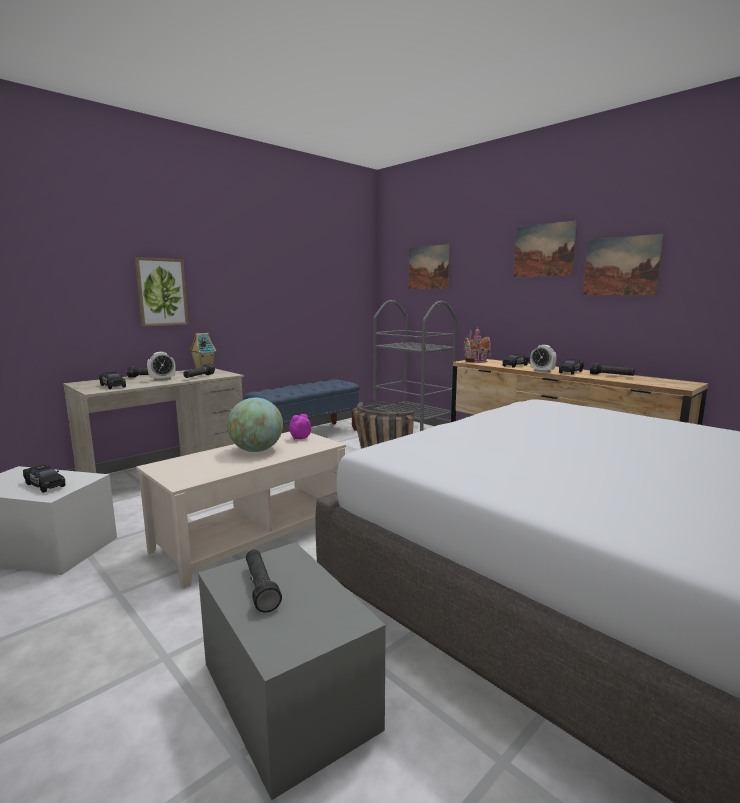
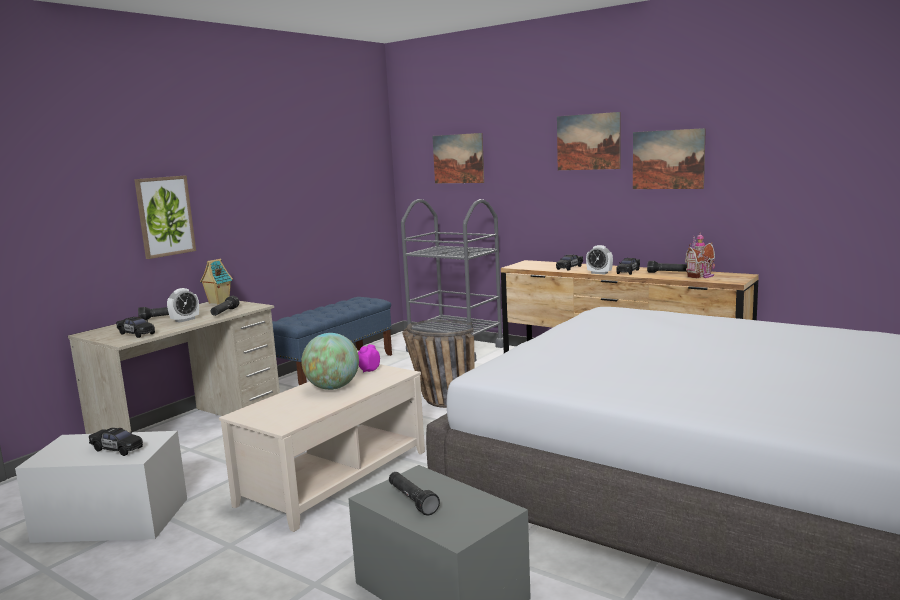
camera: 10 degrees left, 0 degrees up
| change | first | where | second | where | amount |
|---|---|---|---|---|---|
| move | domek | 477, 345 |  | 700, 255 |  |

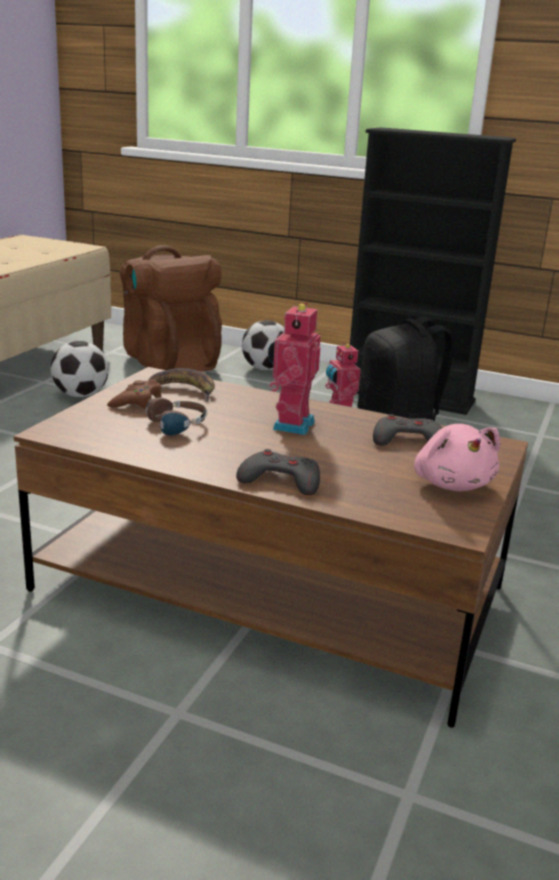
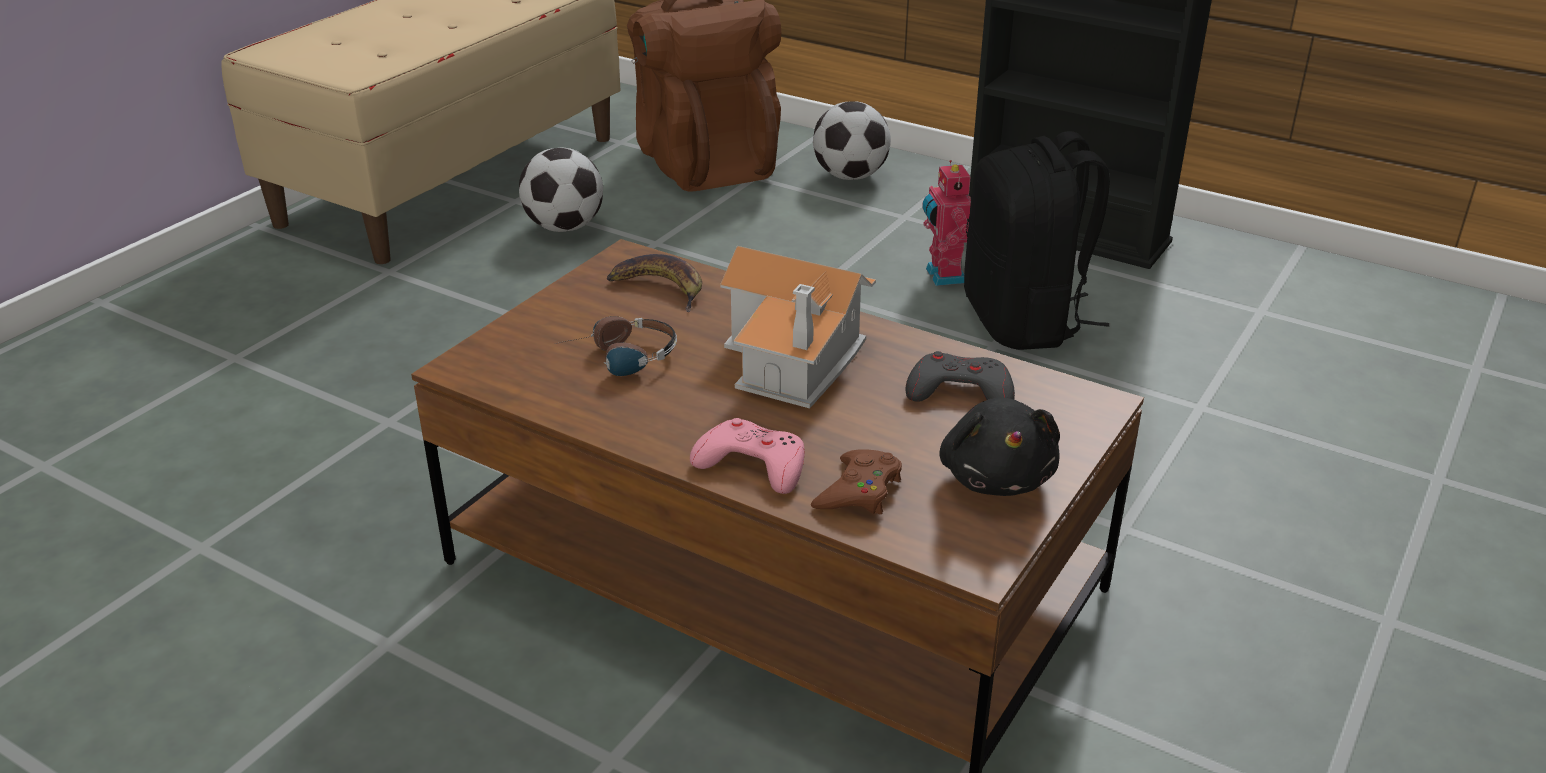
camera: 10 degrees right, 10 degrees up
| change | first | where | second | where | amount |
|---|---|---|---|---|---|
| move | pad do gier/brązowy | 134, 393 |  | 856, 481 |  |
| recolor | pad do gier/szary | 278, 472 | pad do gier/różowy | 747, 456 |  |
| replace | robot zabawkowy | 294, 368 | domek | 798, 327 |  |
| recolor | pluszak/różowy | 457, 457 | pluszak/czarny | 1000, 446 |  |

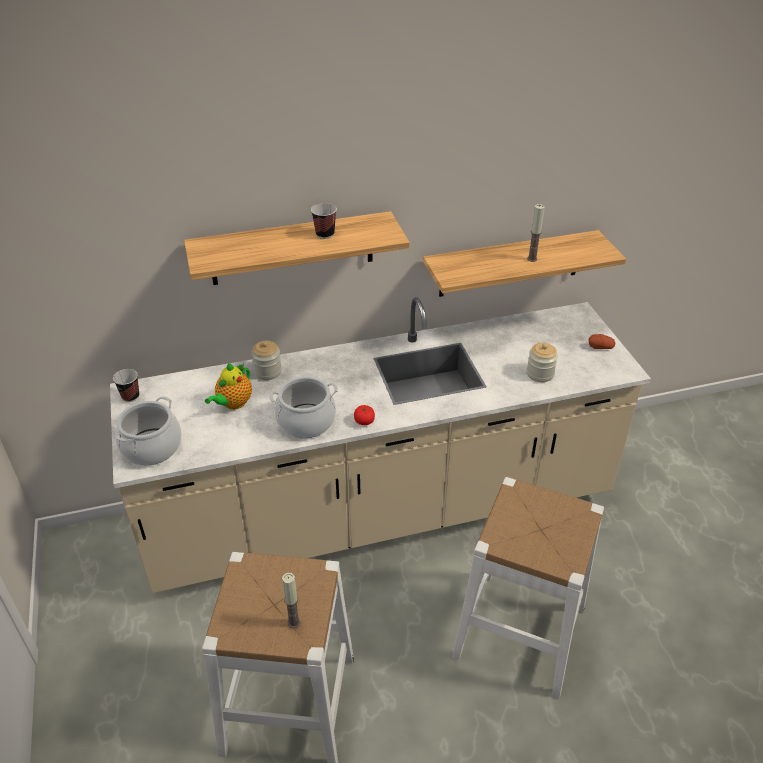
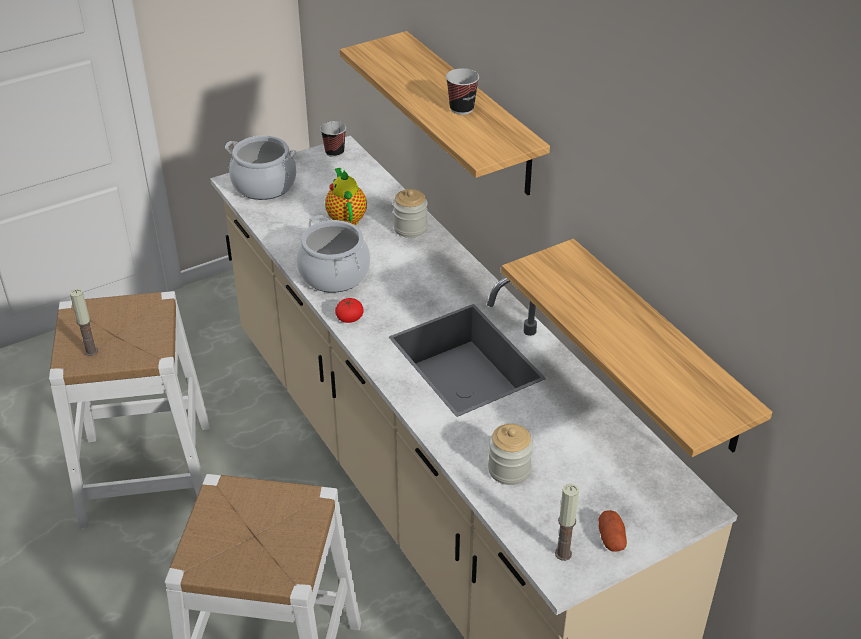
camera: 75 degrees right, 0 degrees up
| change | first | where | second | where | amount |
|---|---|---|---|---|---|
| rotate | imbryk | 228, 386 |  | 346, 196 | 60 degrees clockwise |
| move | świeca | 536, 233 |  | 567, 522 |  |

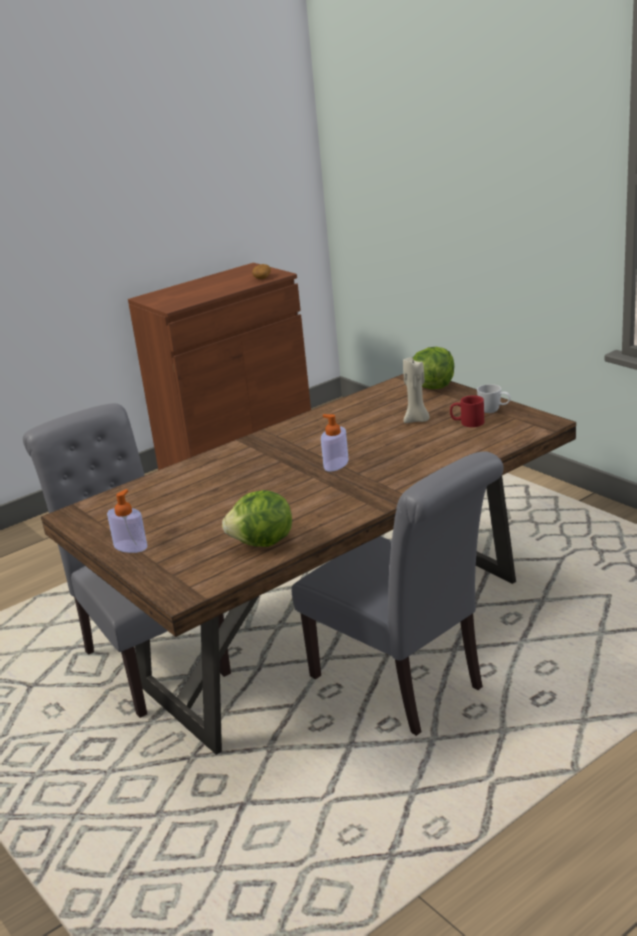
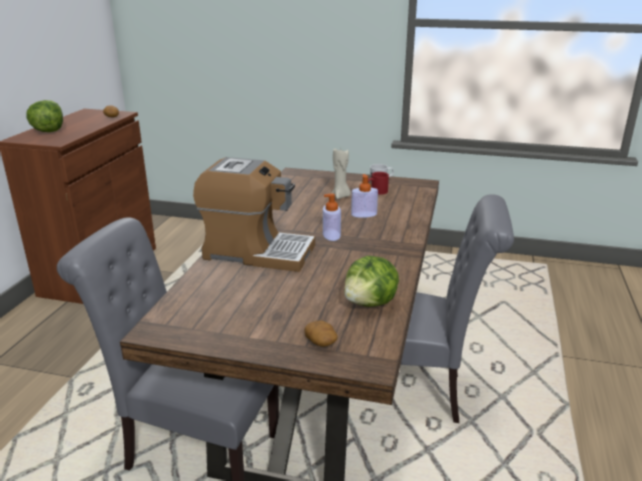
camera: 40 degrees left, 0 degrees up
| change | first | where | second | where | amount |
|---|---|---|---|---|---|
| move | dozownik mydła | 127, 521 |  | 364, 196 |  |
| move | sałata | 433, 368 |  | 44, 116 |  |
| insert |  |  | ekspres do kawy | 254, 214 |  |
| insert |  |  | ziemniak | 321, 333 |  |

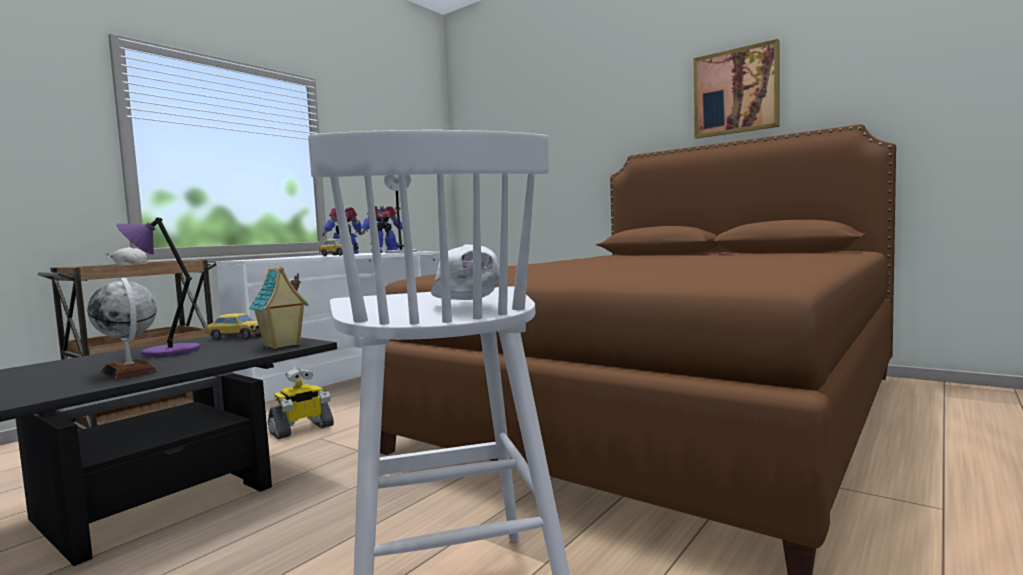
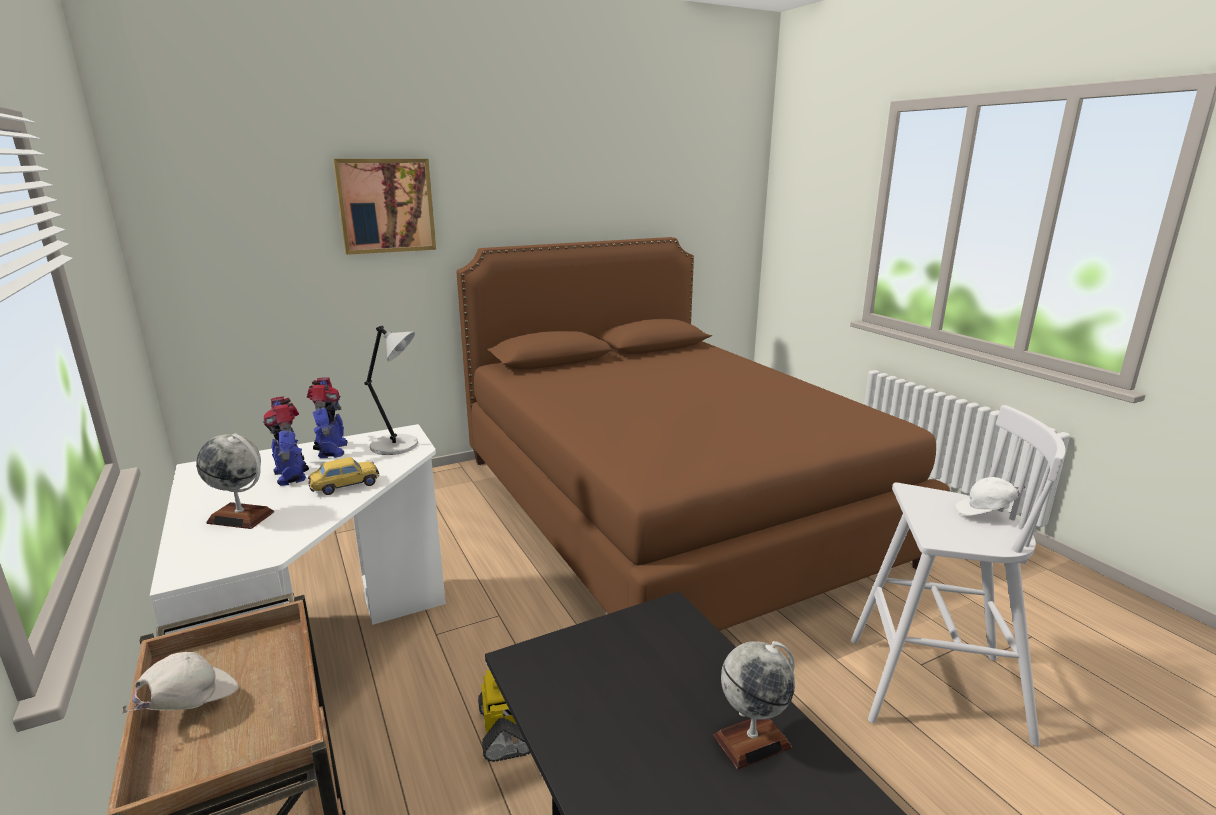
camera: 65 degrees left, 15 degrees up
| change | first | where | second | where | amount |
|---|---|---|---|---|---|
| delete | lampa stołowa/fioletowy | 158, 287 |  |  |  |
| delete | samochodzik | 233, 326 |  |  |  |
| delete | domek | 278, 308 |  |  |  |
| move | obraz | 736, 89 |  | 384, 207 |  |
| insert |  |  | globus | 235, 481 |  |

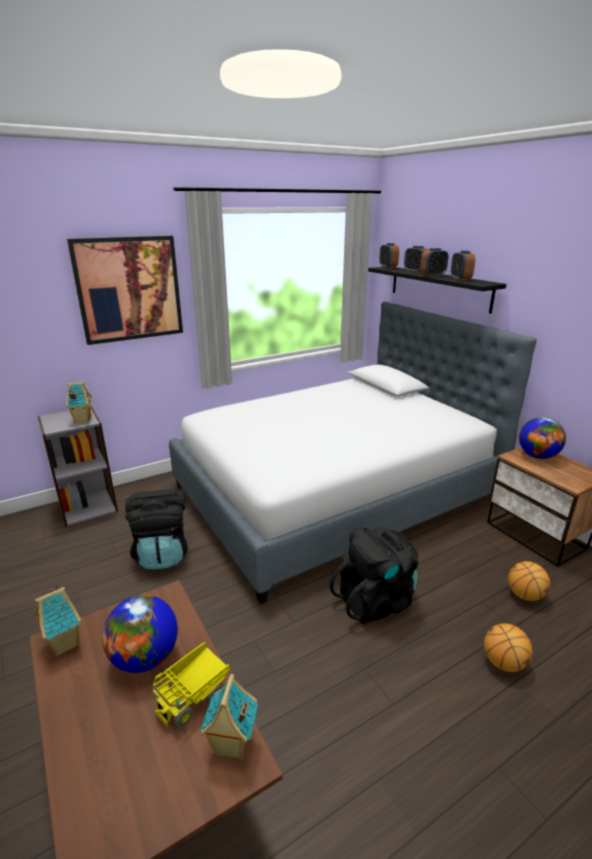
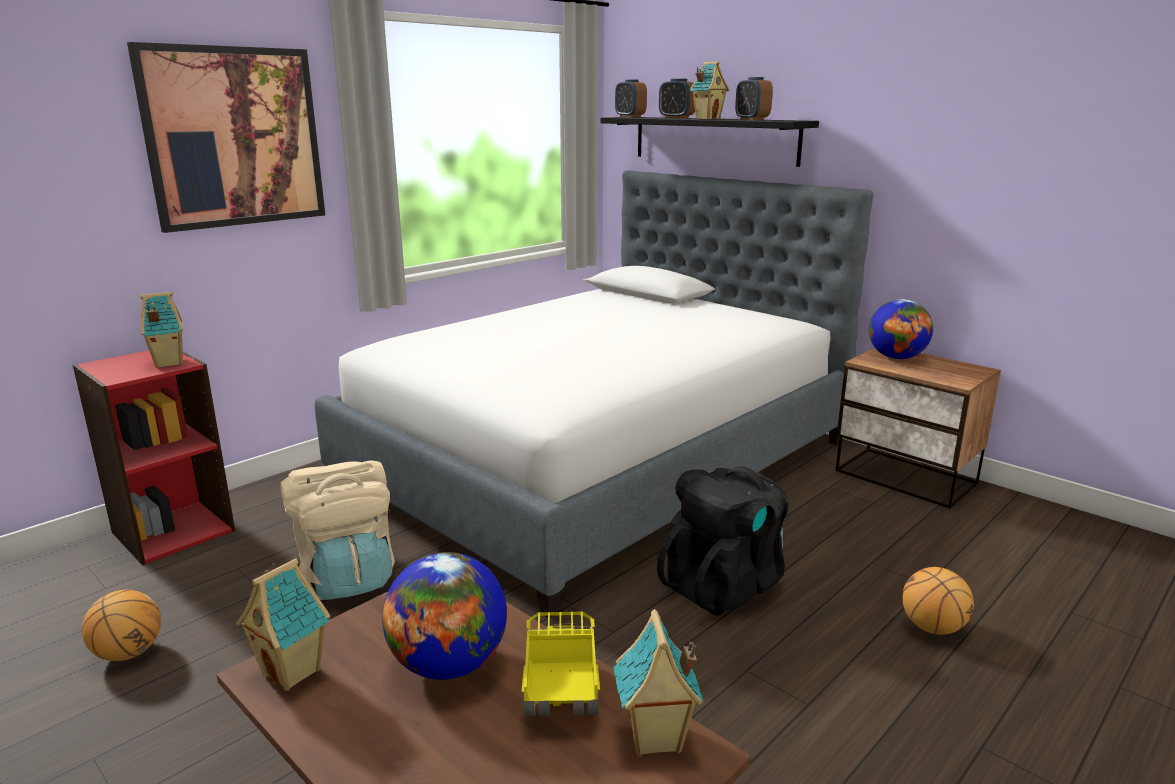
camera: 15 degrees left, 5 degrees down
| change | first | where | second | where | amount |
|---|---|---|---|---|---|
| recolor | regał/szary | 78, 466 | regał/czerwony | 154, 457 |  |
| recolor | plecak/czarny | 156, 530 | plecak/beżowy | 337, 530 |  |
| rotate | ciężarówka zabawkowa | 191, 684 |  | 560, 664 | 150 degrees clockwise |
| replace | budzik | 434, 262 | domek | 709, 90 |  |
| move | piłka do koszykówki | 529, 581 |  | 121, 625 |  |

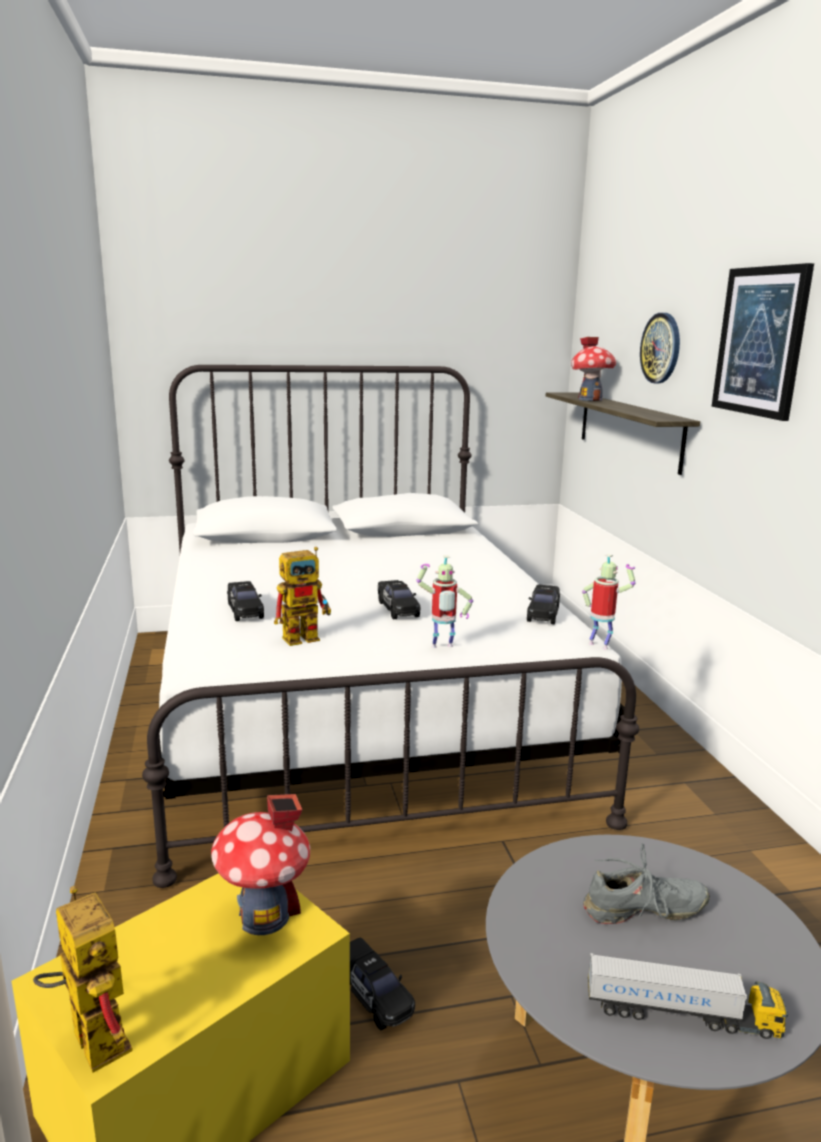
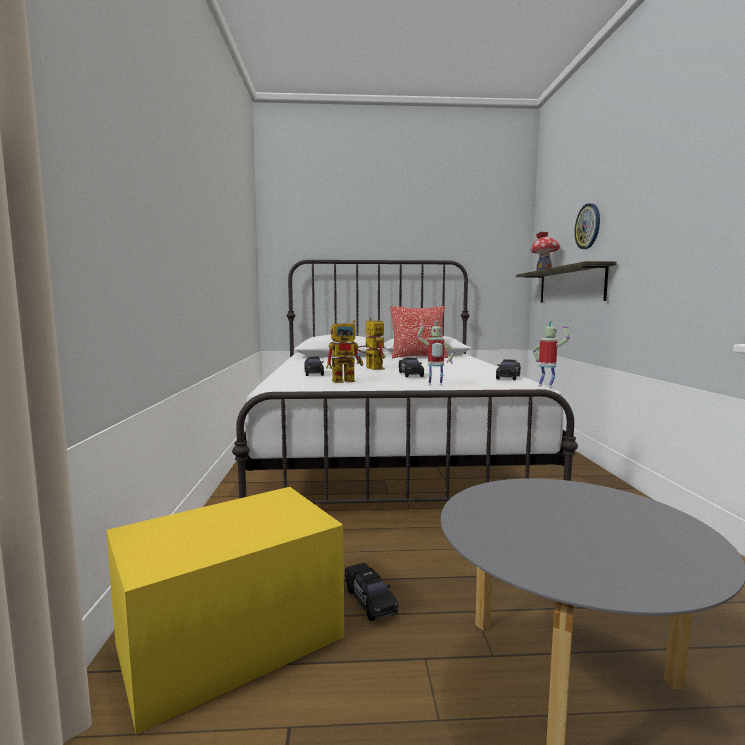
camera: 10 degrees right, 10 degrees down
| change | first | where | second | where | amount |
|---|---|---|---|---|---|
| move | robot zabawkowy | 83, 979 |  | 371, 344 |  |
| delete | domek | 260, 864 |  |  |  |
| delete | but/szary | 646, 884 |  |  |  |
| delete | ciężarówka zabawkowa | 688, 996 |  |  |  |
| delete | obraz | 763, 342 |  |  |  |
| insert |  |  | poduszka | 419, 332 |  |

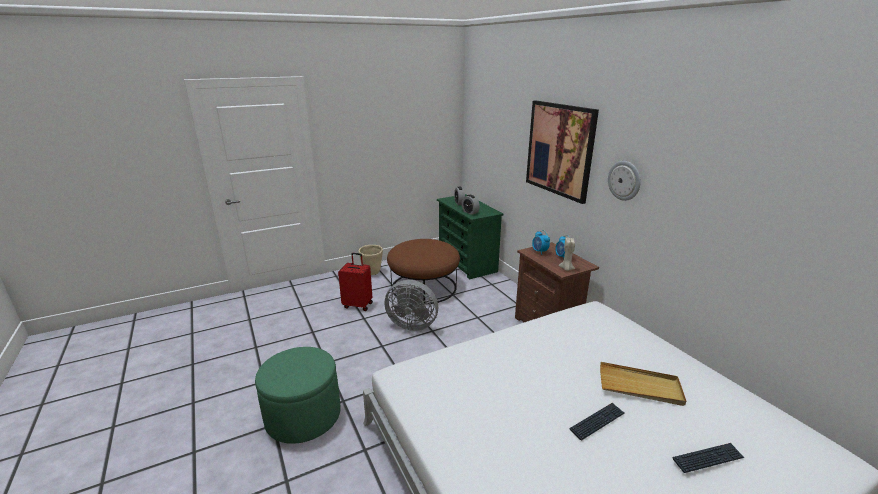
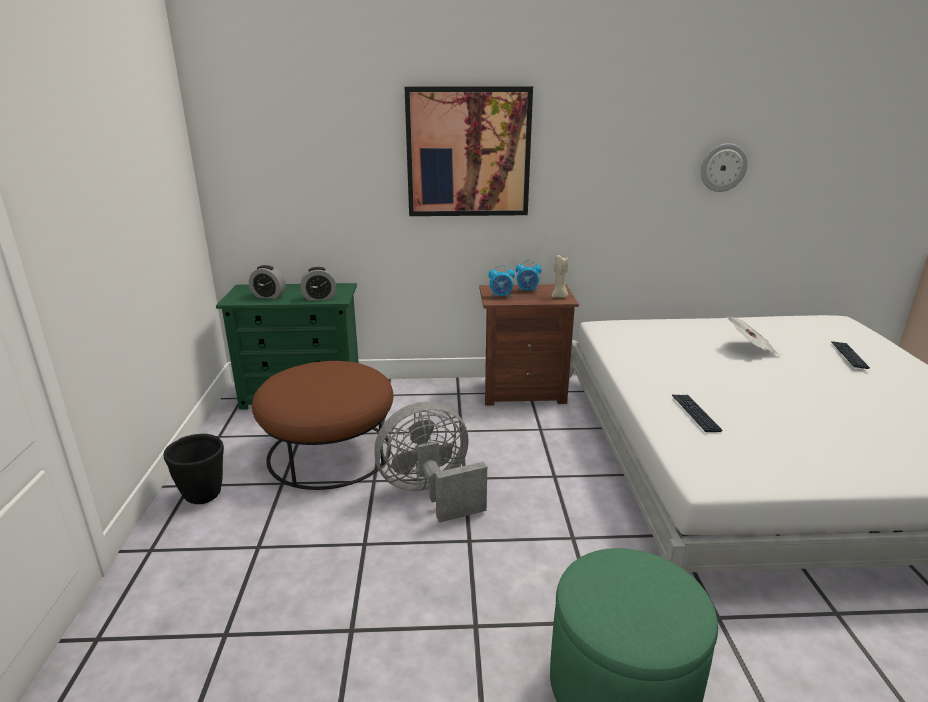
camera: 65 degrees left, 0 degrees up
| change | first | where | second | where | amount |
|---|---|---|---|---|---|
| delete | walizka/czerwony | 355, 282 |  |  |  |
| recolor | donica/beżowy | 371, 260 | donica/czarny | 193, 469 |  |
| rotate | wentylator/szary | 411, 305 |  | 430, 462 | 150 degrees counterclockwise |
| move | klawiatura | 597, 422 |  | 697, 413 |  |
| replace | taca/beżowy | 643, 384 | gazeta | 753, 336 |  |
| move | zegar ścienny | 624, 181 |  | 724, 167 |  |

